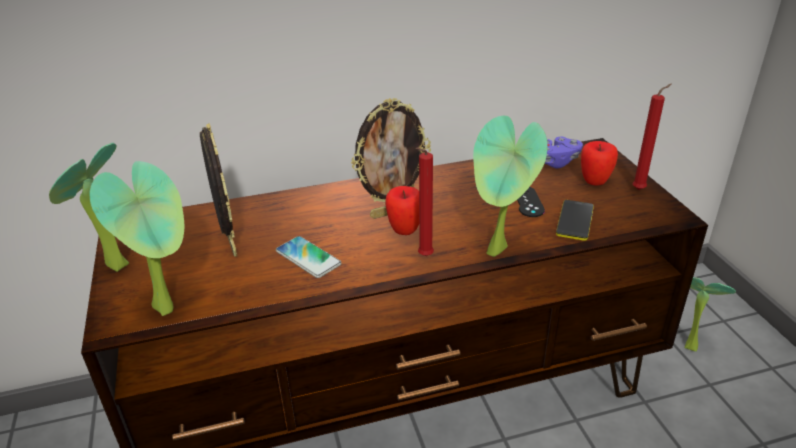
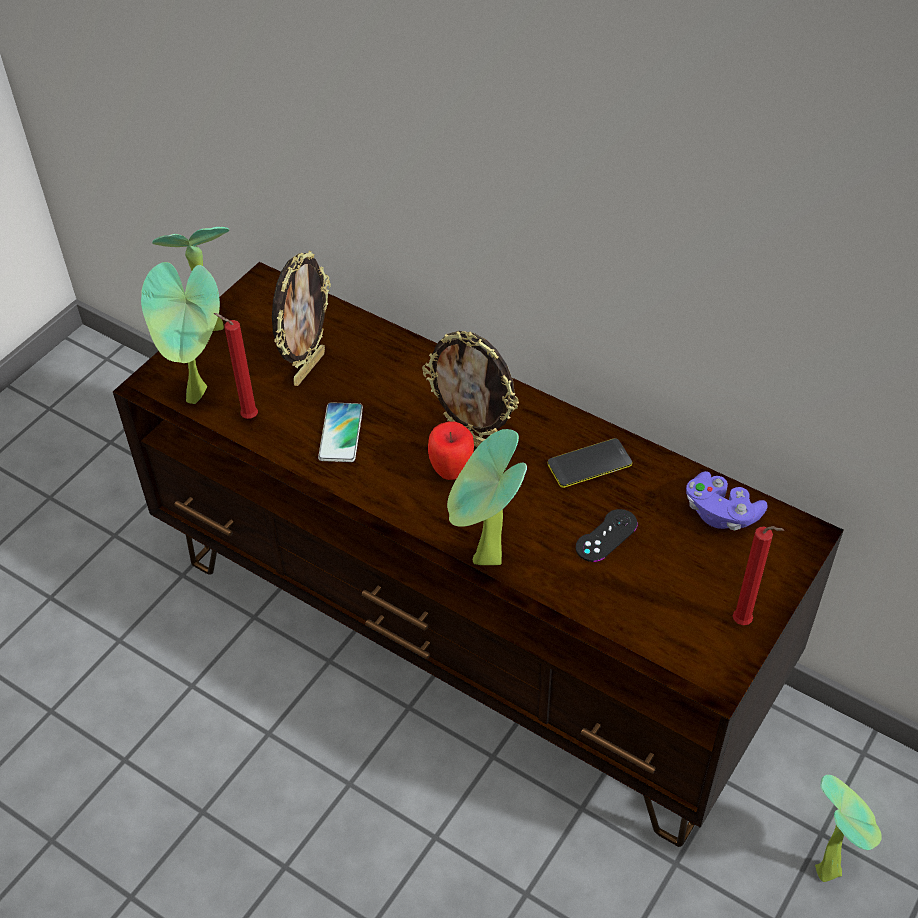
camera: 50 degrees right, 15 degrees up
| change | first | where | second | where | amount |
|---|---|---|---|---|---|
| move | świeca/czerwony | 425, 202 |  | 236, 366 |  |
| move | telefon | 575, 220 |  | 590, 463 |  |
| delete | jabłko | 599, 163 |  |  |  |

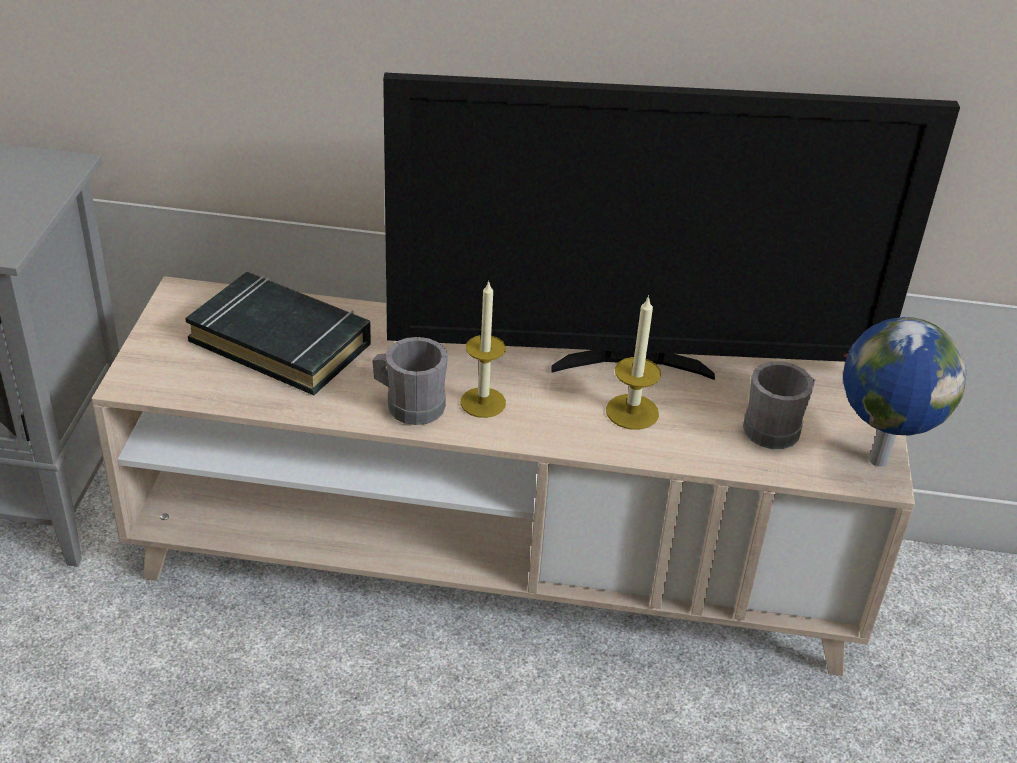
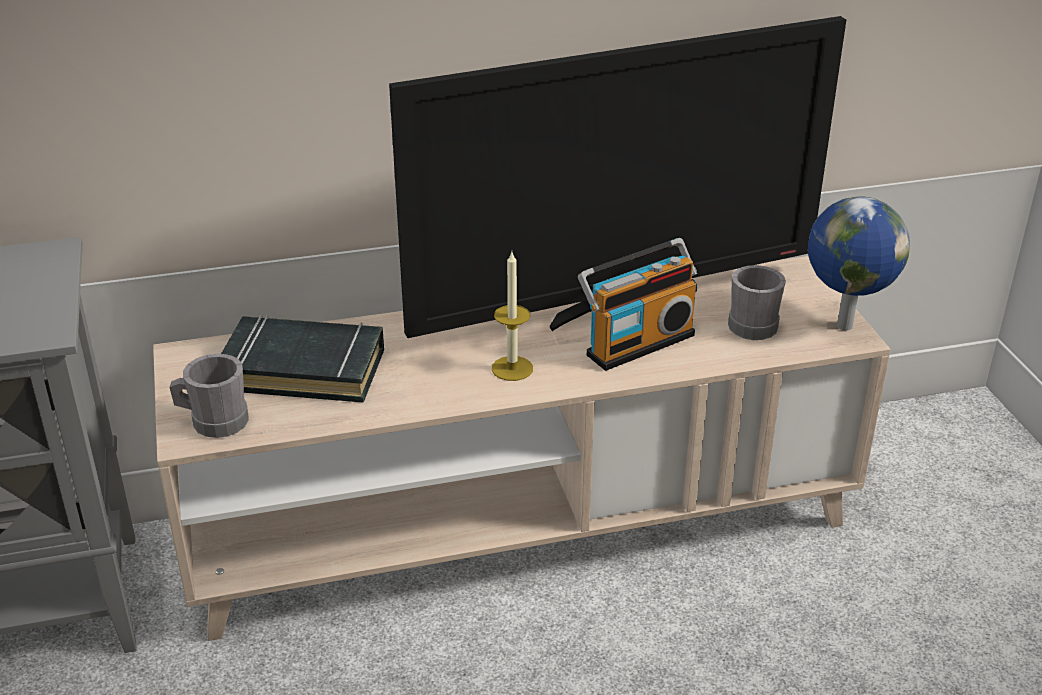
camera: 20 degrees left, 5 degrees down
| change | first | where | second | where | amount |
|---|---|---|---|---|---|
| move | kubek/szary | 410, 381 |  | 209, 396 |  |
| replace | świeca | 633, 362 | radio | 637, 304 |  |

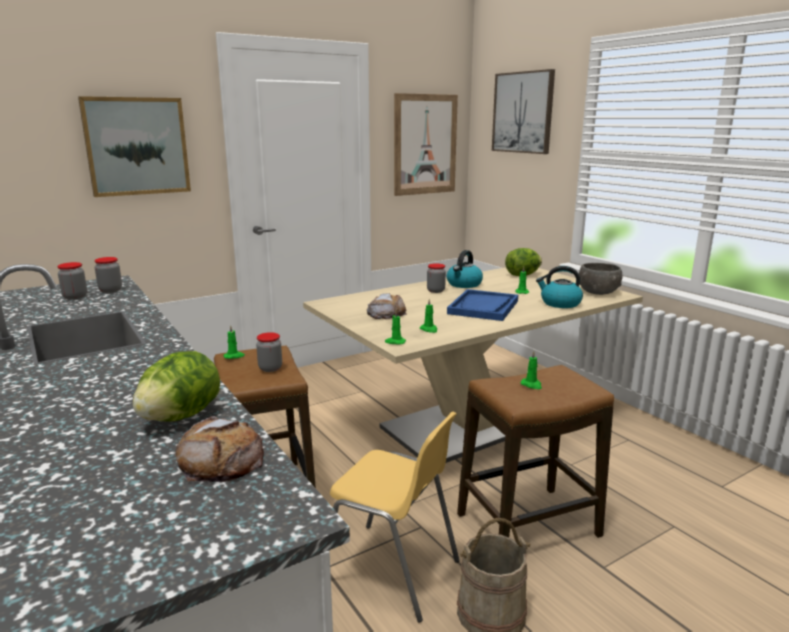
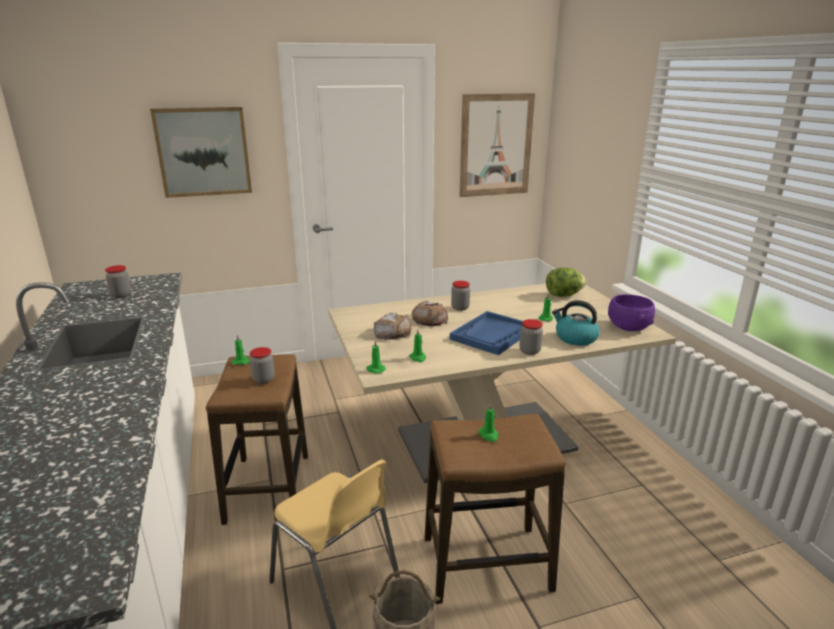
camera: 15 degrees right, 5 degrees up
| change | first | where | second | where | amount |
|---|---|---|---|---|---|
| move | słoik | 108, 275 |  | 531, 337 |  |
| delete | sałata | 176, 386 |  |  |  |
| move | chleb | 219, 449 |  | 430, 313 |  |
| delete | czajnik | 465, 269 |  |  |  |
| delete | obraz | 523, 111 |  |  |  |
| recolor | miska/szary | 600, 279 | miska/fioletowy | 631, 312 |  |

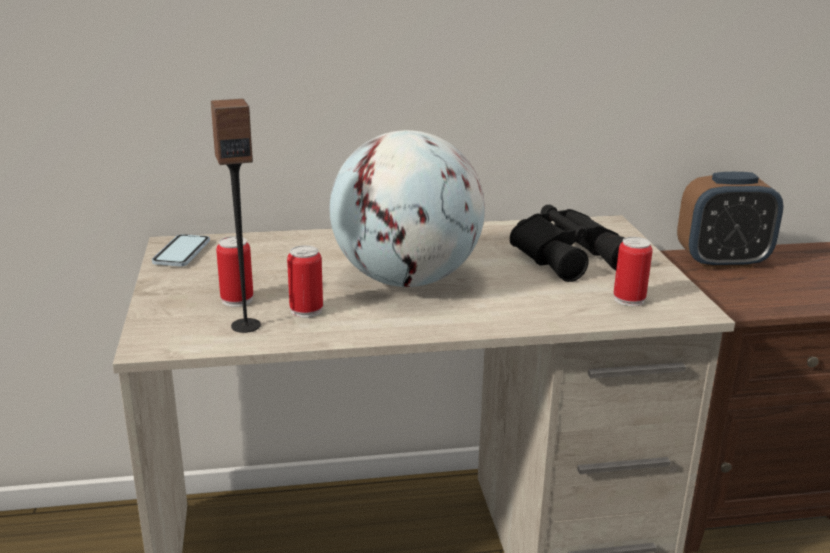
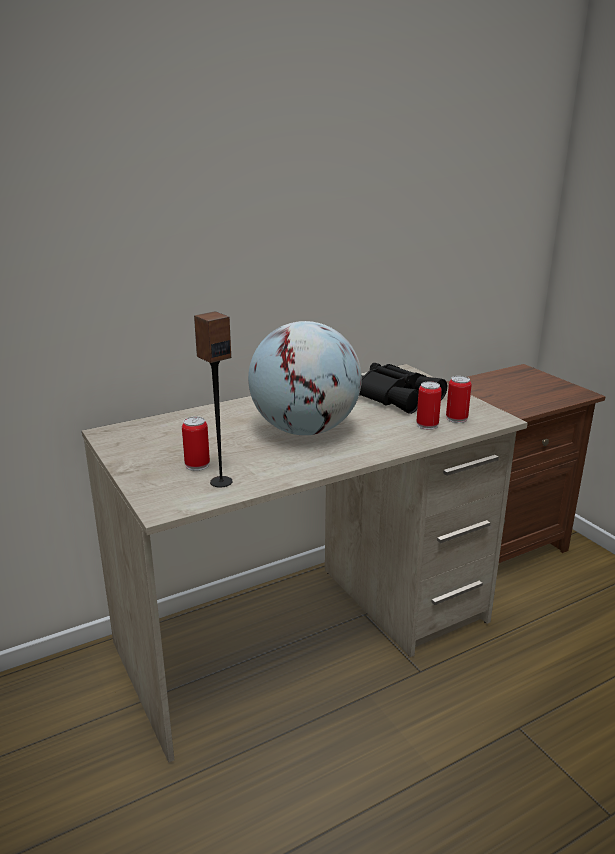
camera: 20 degrees left, 0 degrees up
| change | first | where | second | where | amount |
|---|---|---|---|---|---|
| delete | telefon | 181, 250 |  |  |  |
| move | puszka | 305, 281 |  | 429, 405 |  |
| delete | budzik | 730, 220 |  |  |  |

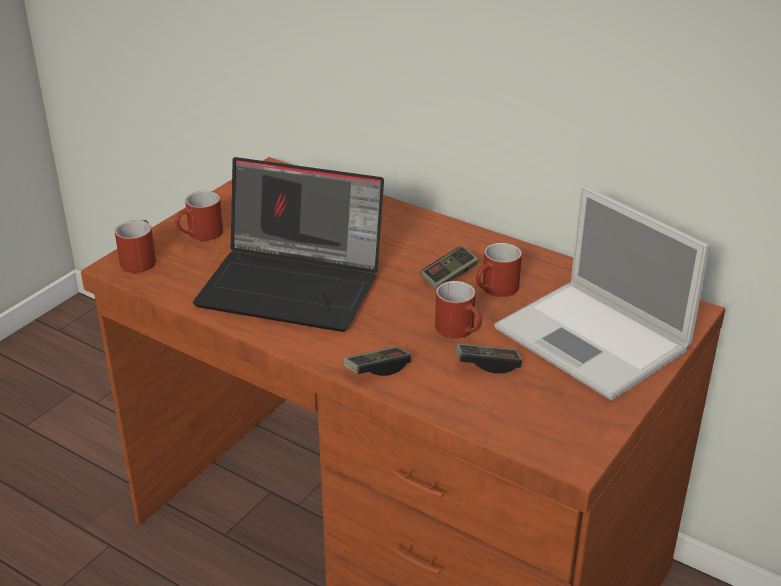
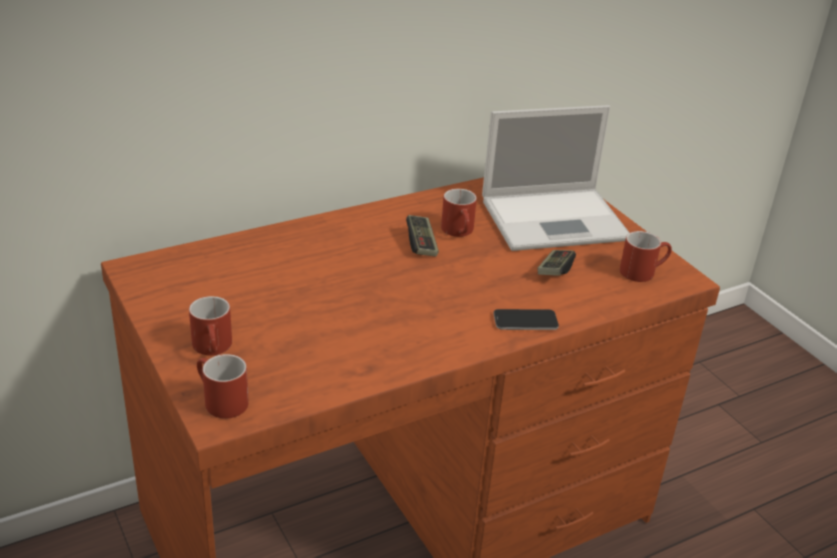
camera: 65 degrees left, 0 degrees up
| change | first | where | second | where | amount |
|---|---|---|---|---|---|
| delete | laptop | 288, 244 |  |  |  |
| replace | pad do gier | 377, 361 | telefon | 526, 319 |  |
| move | kubek/czerwony | 458, 310 |  | 646, 256 |  |

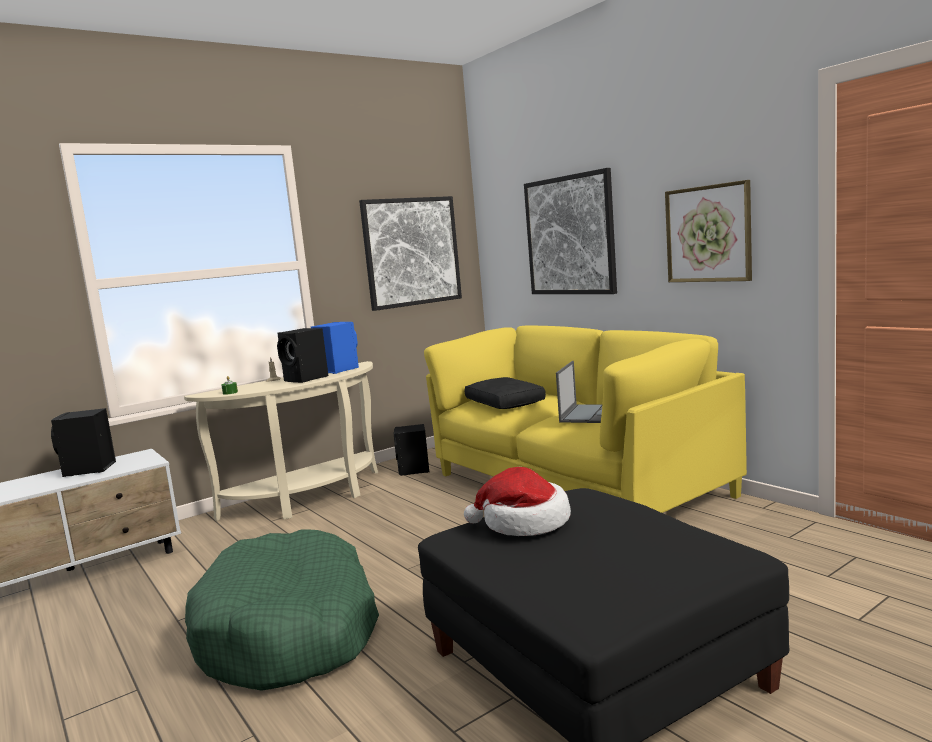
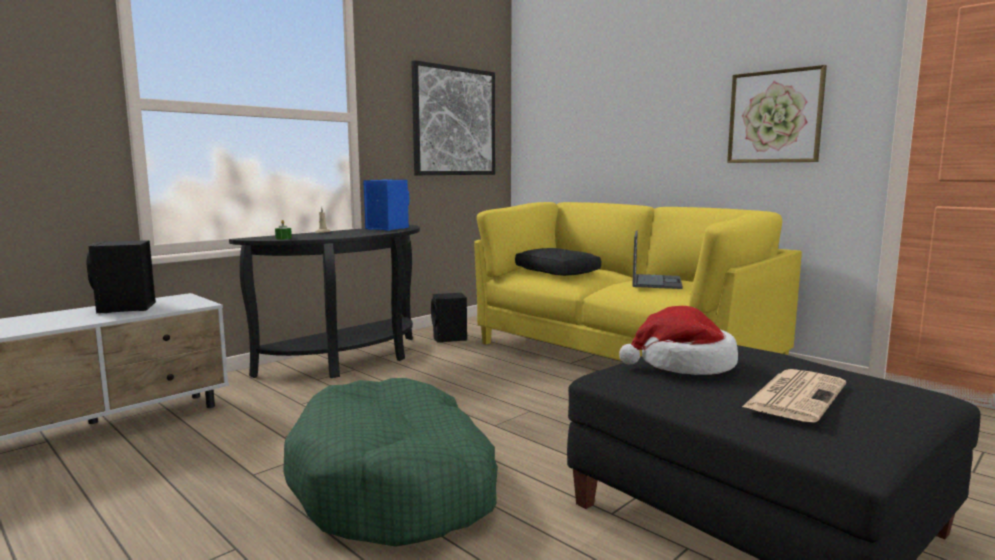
camera: 10 degrees left, 0 degrees up
| change | first | where | second | where | amount |
|---|---|---|---|---|---|
| recolor | stolik konsolowy/beżowy | 281, 441 | stolik konsolowy/czarny | 324, 301 |  |
| delete | głośnik/czarny | 302, 355 |  |  |  |
| delete | obraz | 570, 231 |  |  |  |
| insert |  |  | gazeta | 794, 396 |  |

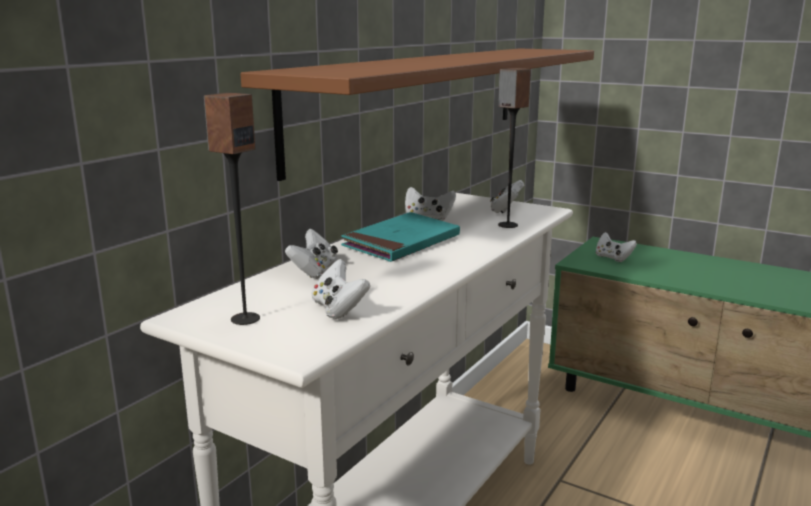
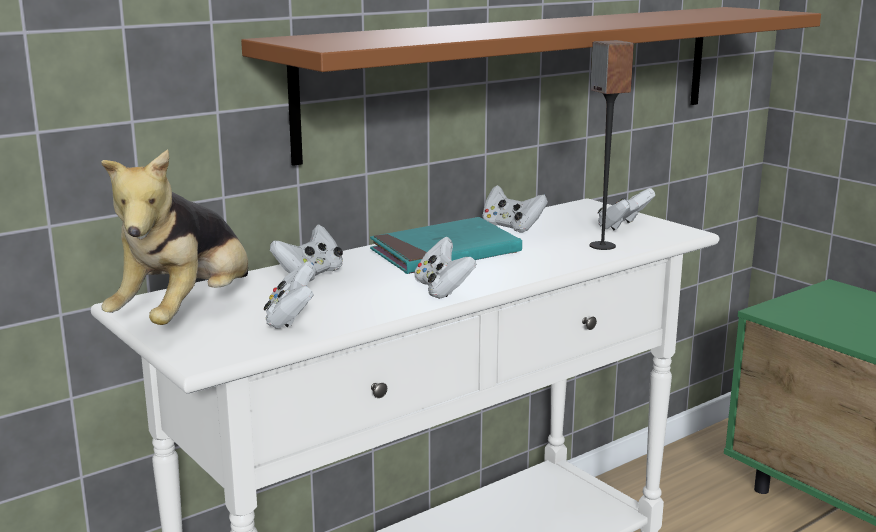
camera: 20 degrees right, 0 degrees up
| change | first | where | second | where | amount |
|---|---|---|---|---|---|
| replace | głośnik | 232, 208 | pluszak | 174, 237 |  |
| move | pad do gier/biały | 616, 247 |  | 445, 268 |  |

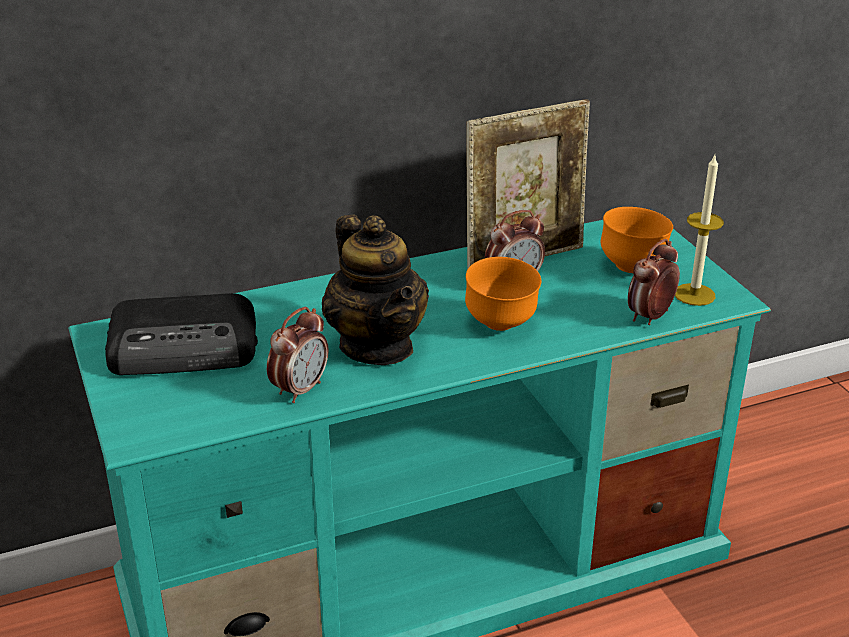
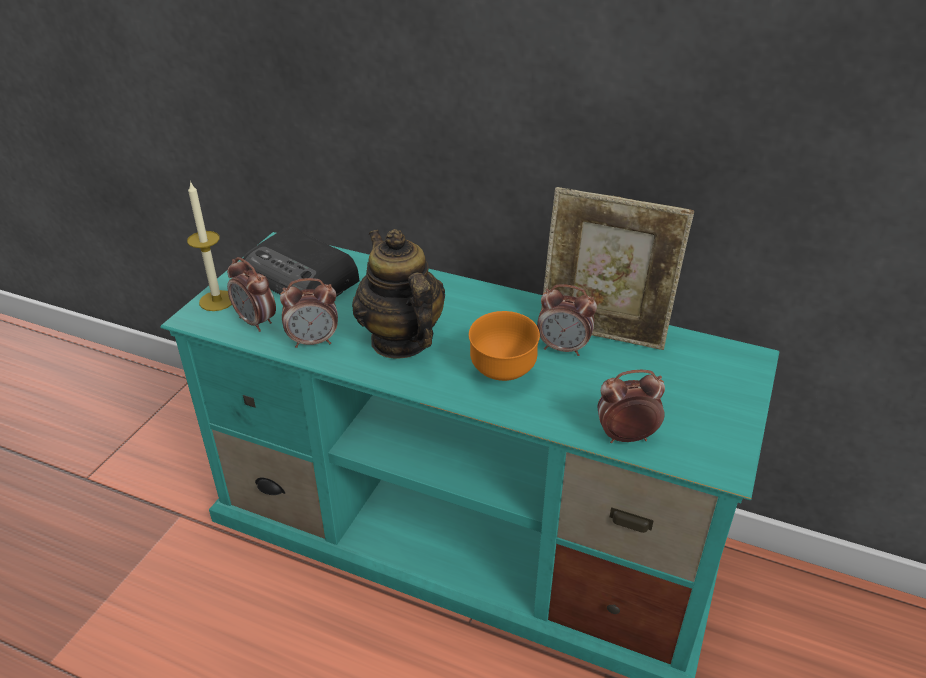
camera: 45 degrees right, 5 degrees up
| change | first | where | second | where | amount |
|---|---|---|---|---|---|
| rotate | imbryk | 375, 289 |  | 398, 294 | 135 degrees clockwise |
| delete | miska/pomarańczowy | 637, 240 |  |  |  |
| move | świeca | 699, 230 |  | 209, 246 |  |
| insert |  |  | budzik | 251, 294 |  |

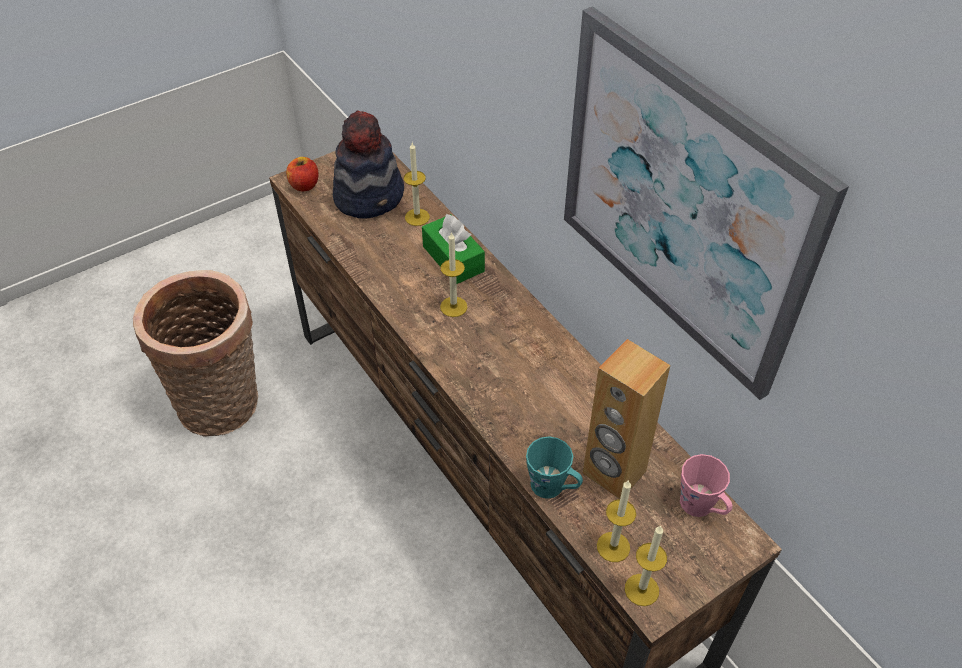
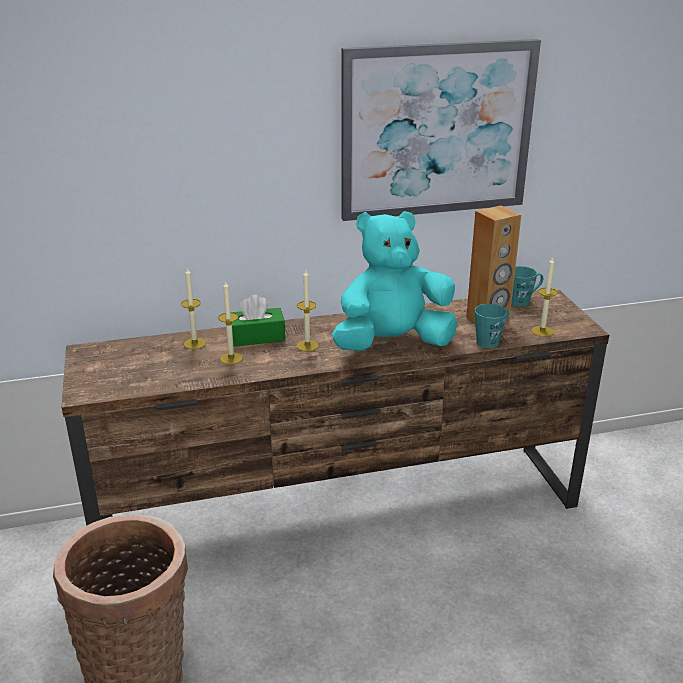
camera: 70 degrees left, 20 degrees down
| change | first | where | second | where | amount |
|---|---|---|---|---|---|
| delete | jabłko | 302, 174 |  |  |  |
| delete | kapelusz | 368, 165 |  |  |  |
| move | świeca | 646, 566 |  | 230, 322 |  |
| recolor | kubek/różowy | 706, 485 | kubek/turkusowy | 527, 286 |  |
| insert |  |  | pluszak/turkusowy | 394, 281 |  |

